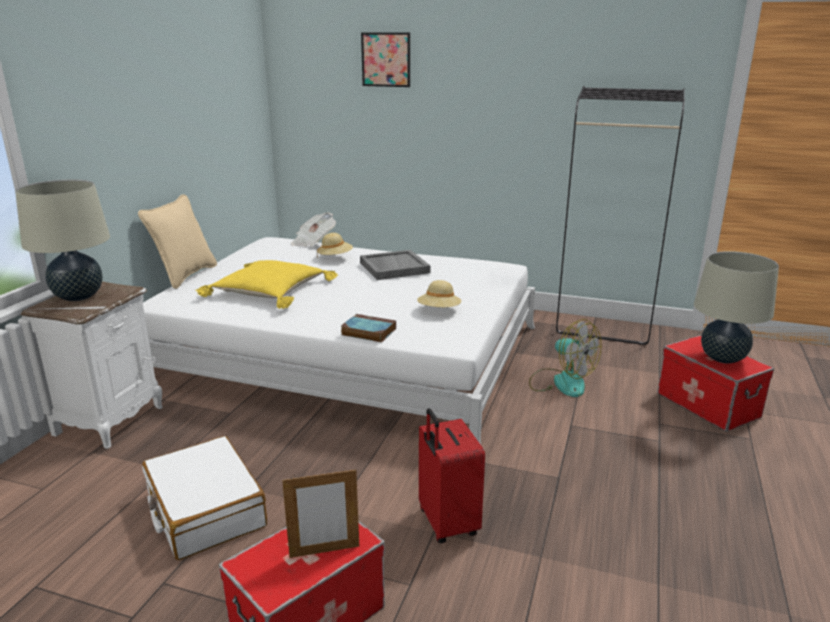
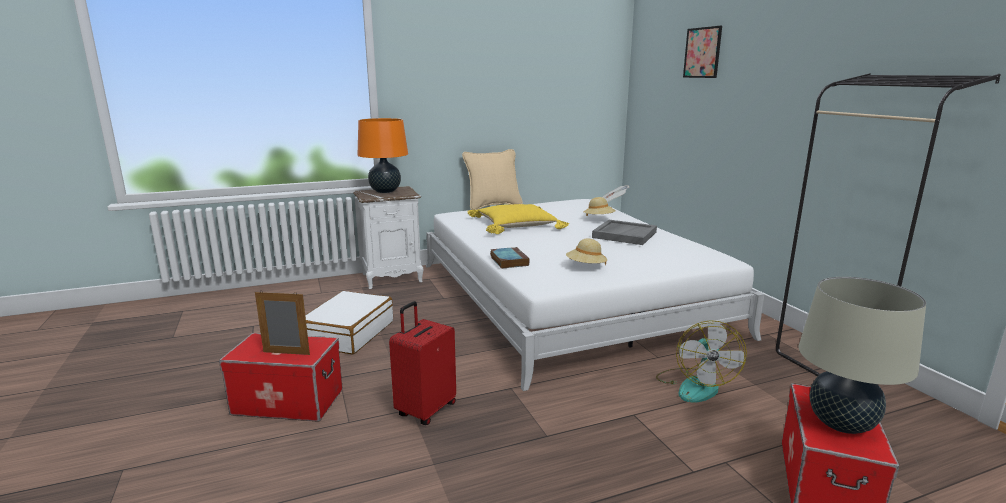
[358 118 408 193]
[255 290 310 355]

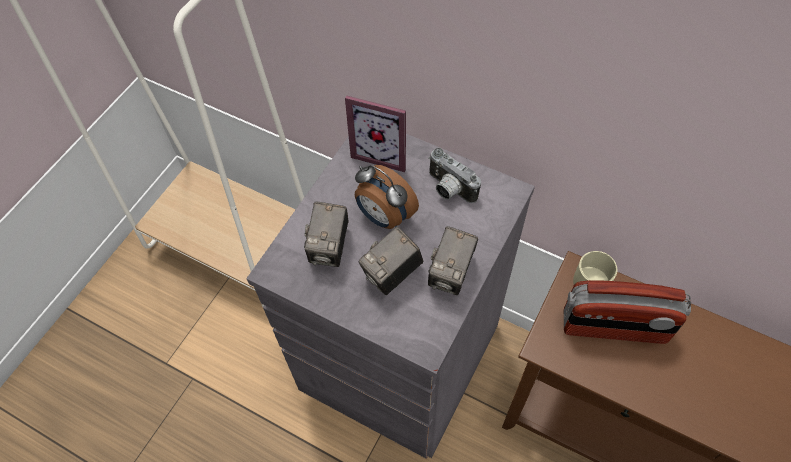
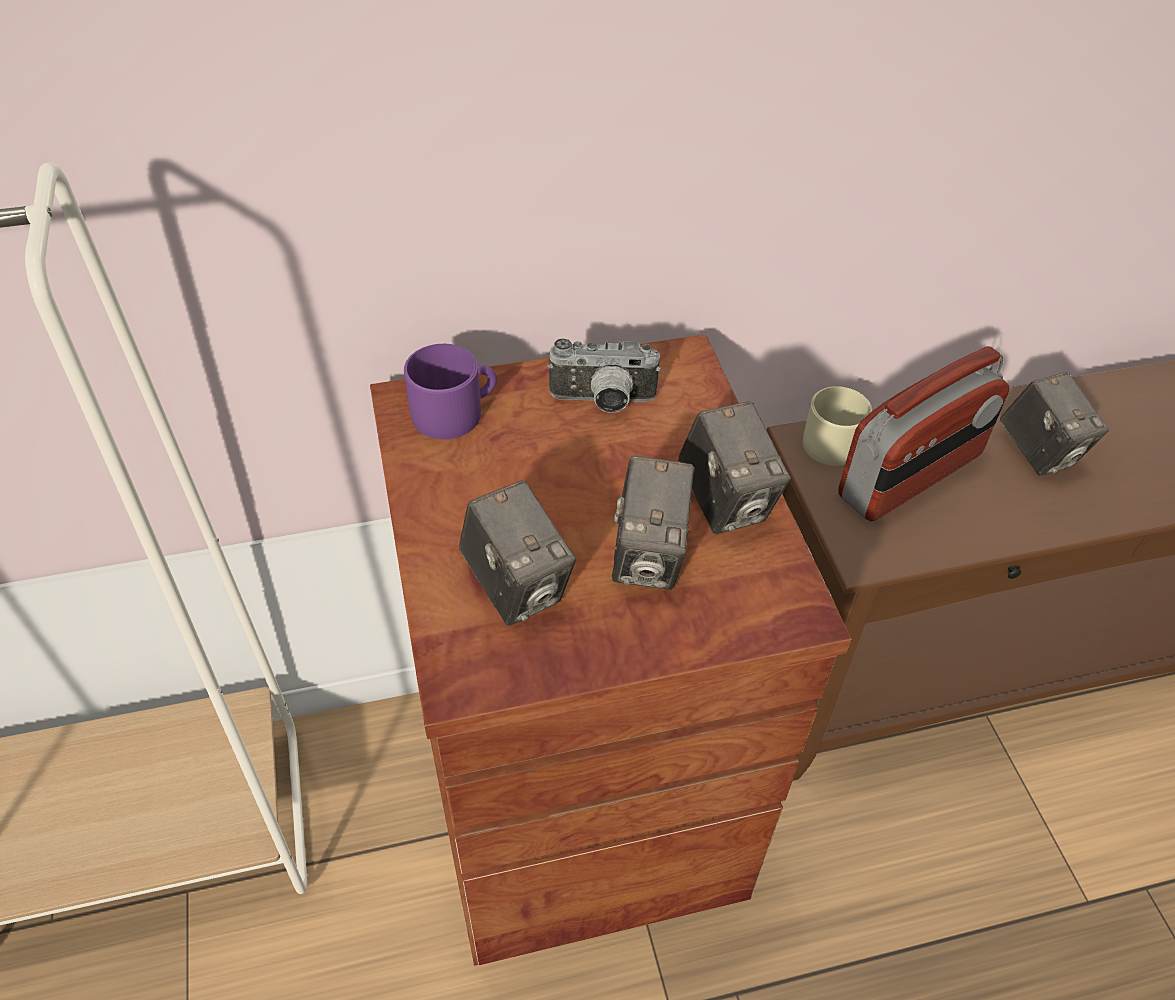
[370 334 852 966]
[404 344 497 439]
[355 165 419 229] (first image)
[1000 372 1109 476]

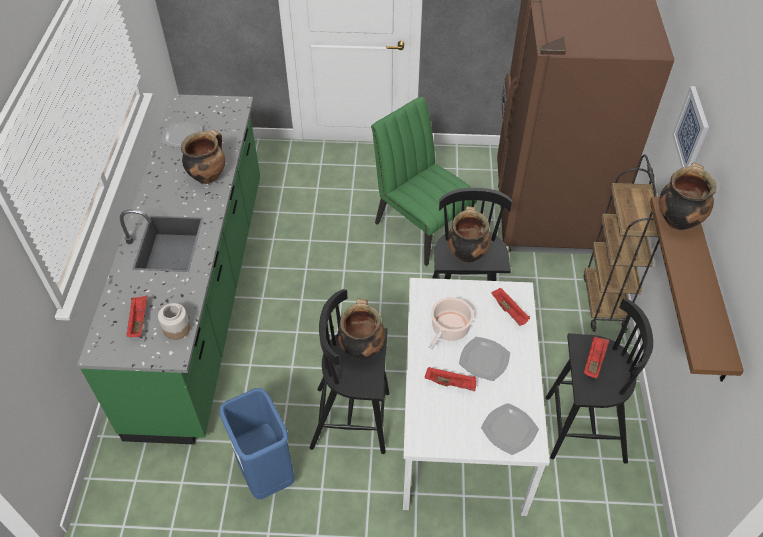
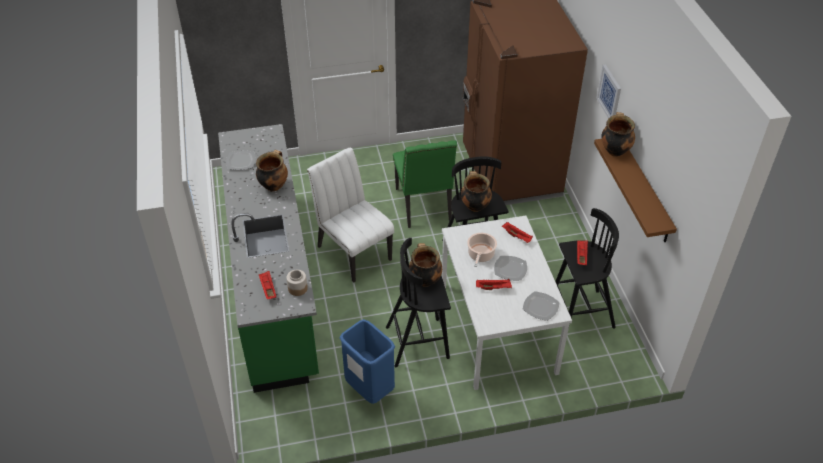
[393 140 457 228]
[583 154 659 333] (first image)
[307 148 394 283]

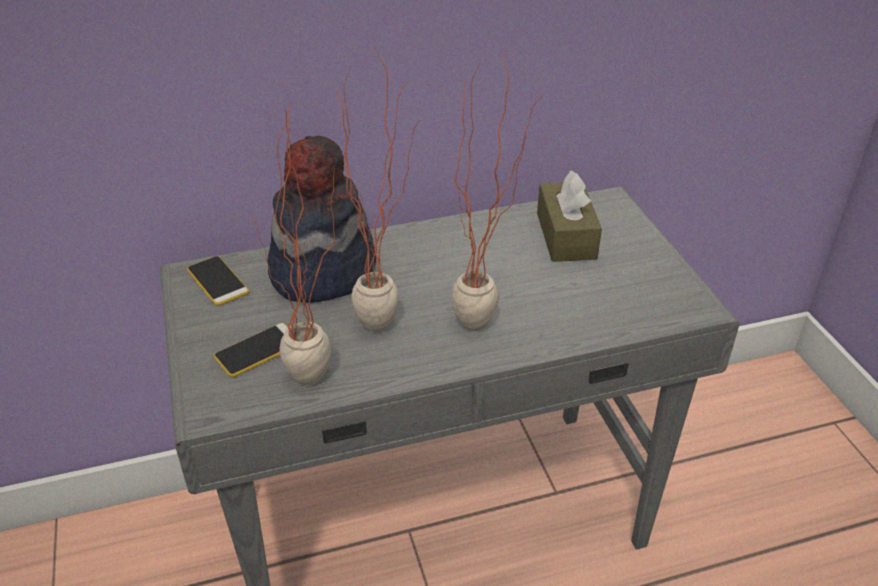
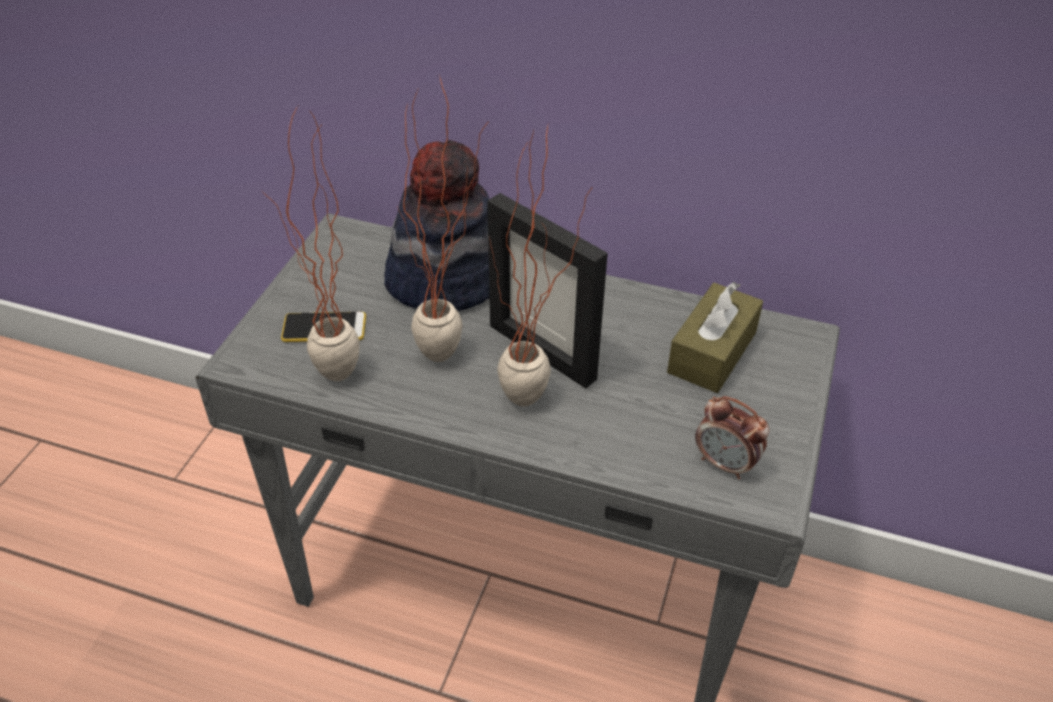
[187 256 249 306] (first image)
[487 193 608 388]
[695 396 769 479]

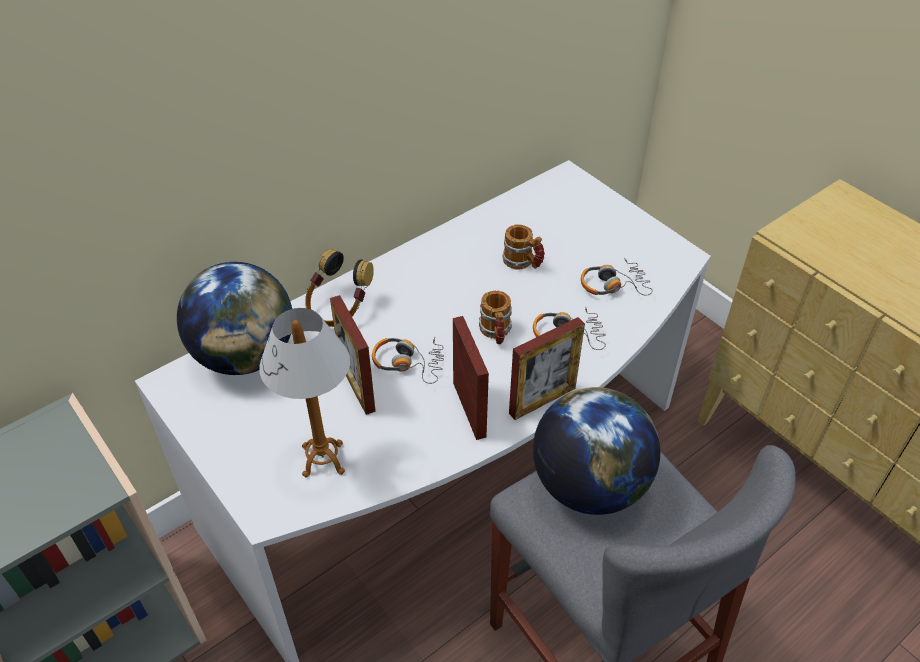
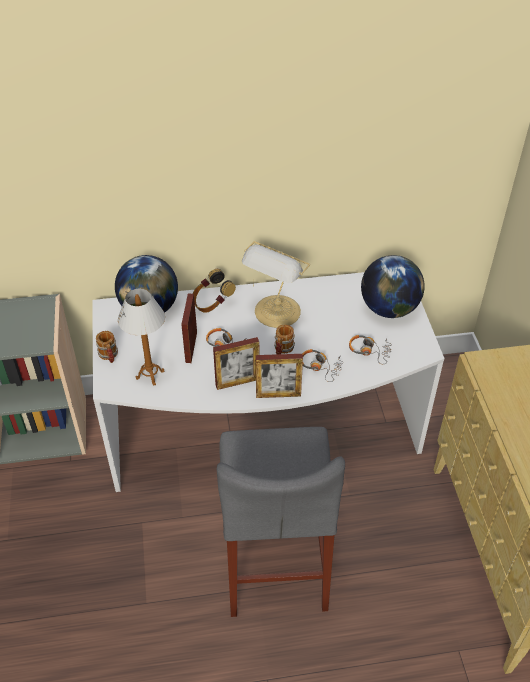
[213 337 259 390]
[96 331 118 363]
[361 255 425 318]
[242 241 310 328]

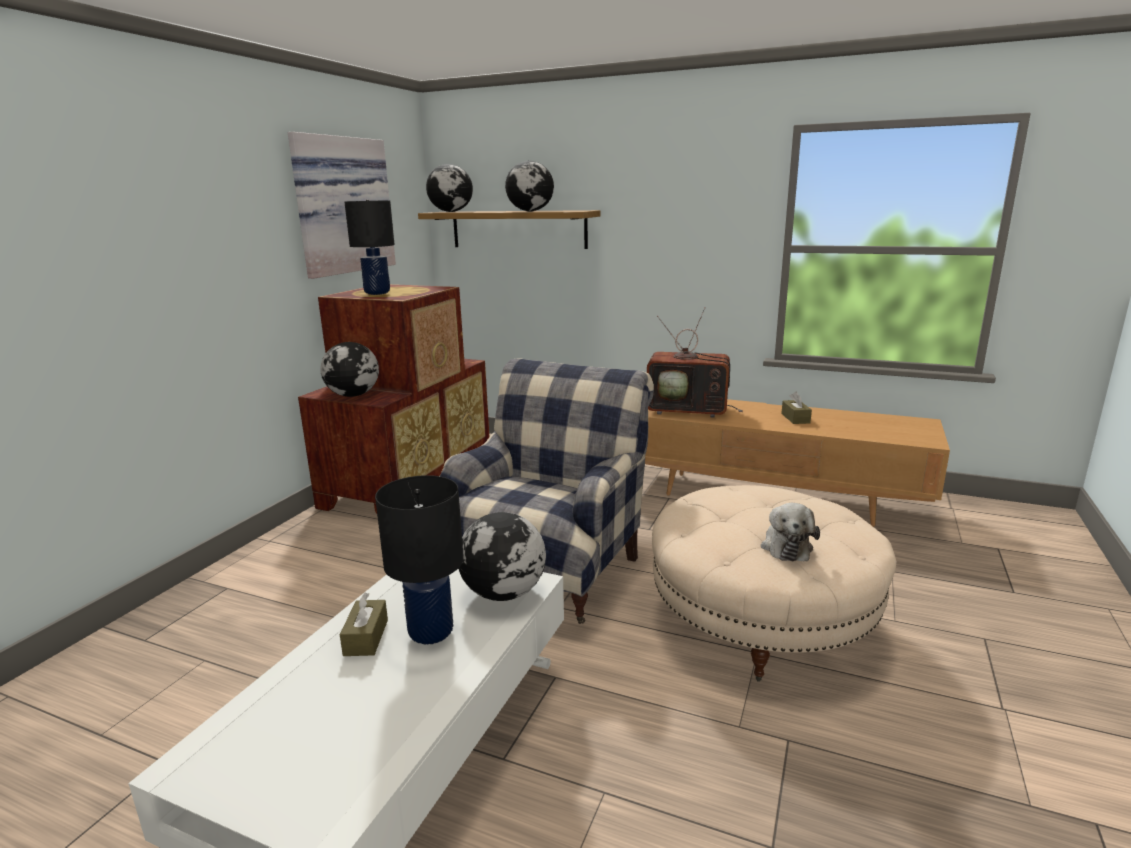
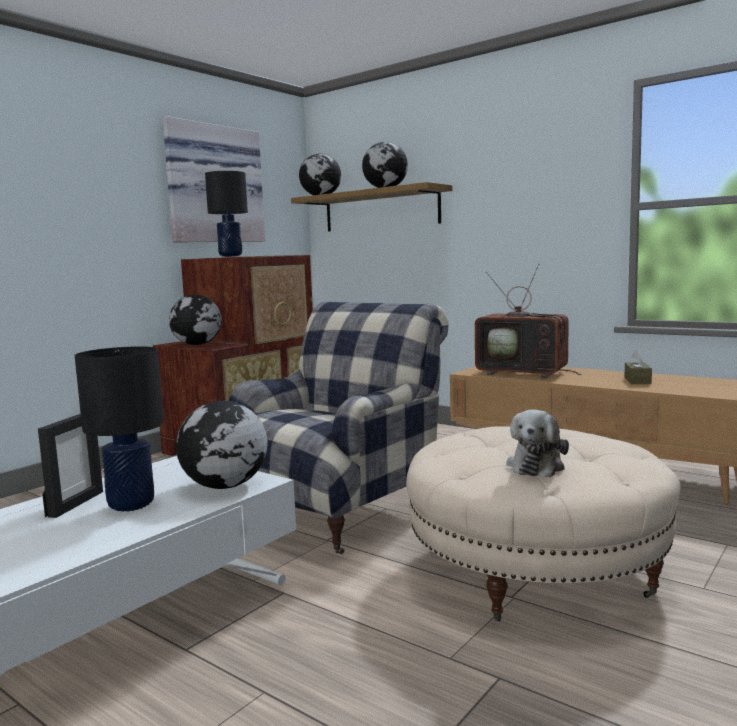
[38 414 103 518]

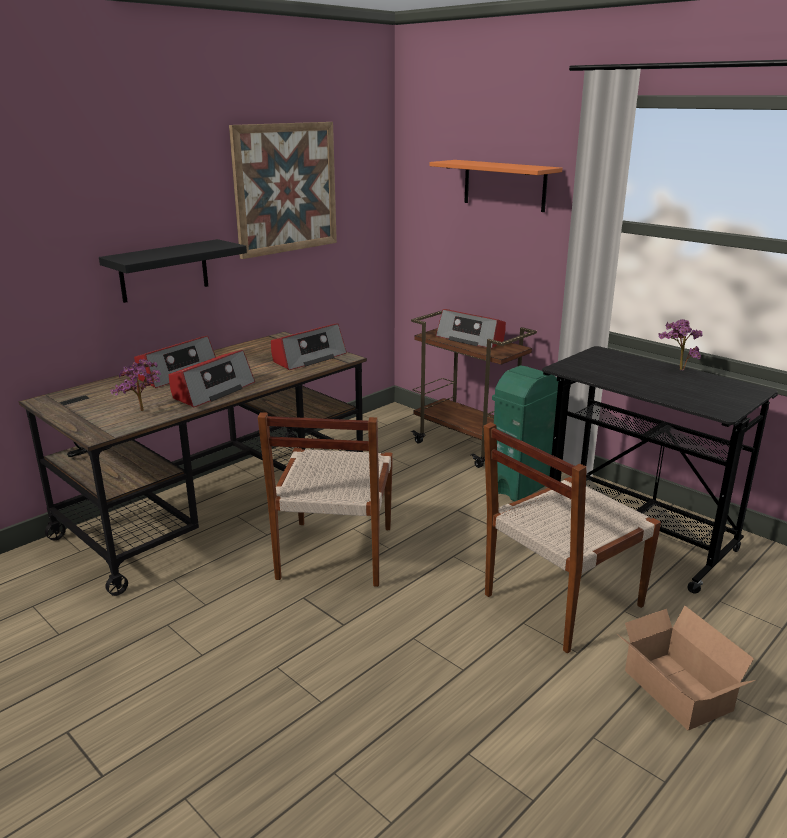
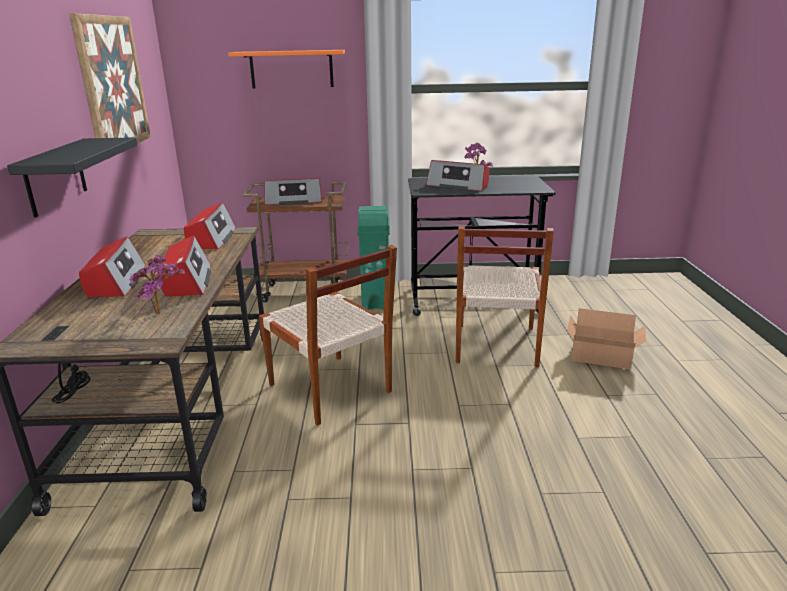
[426 160 489 191]

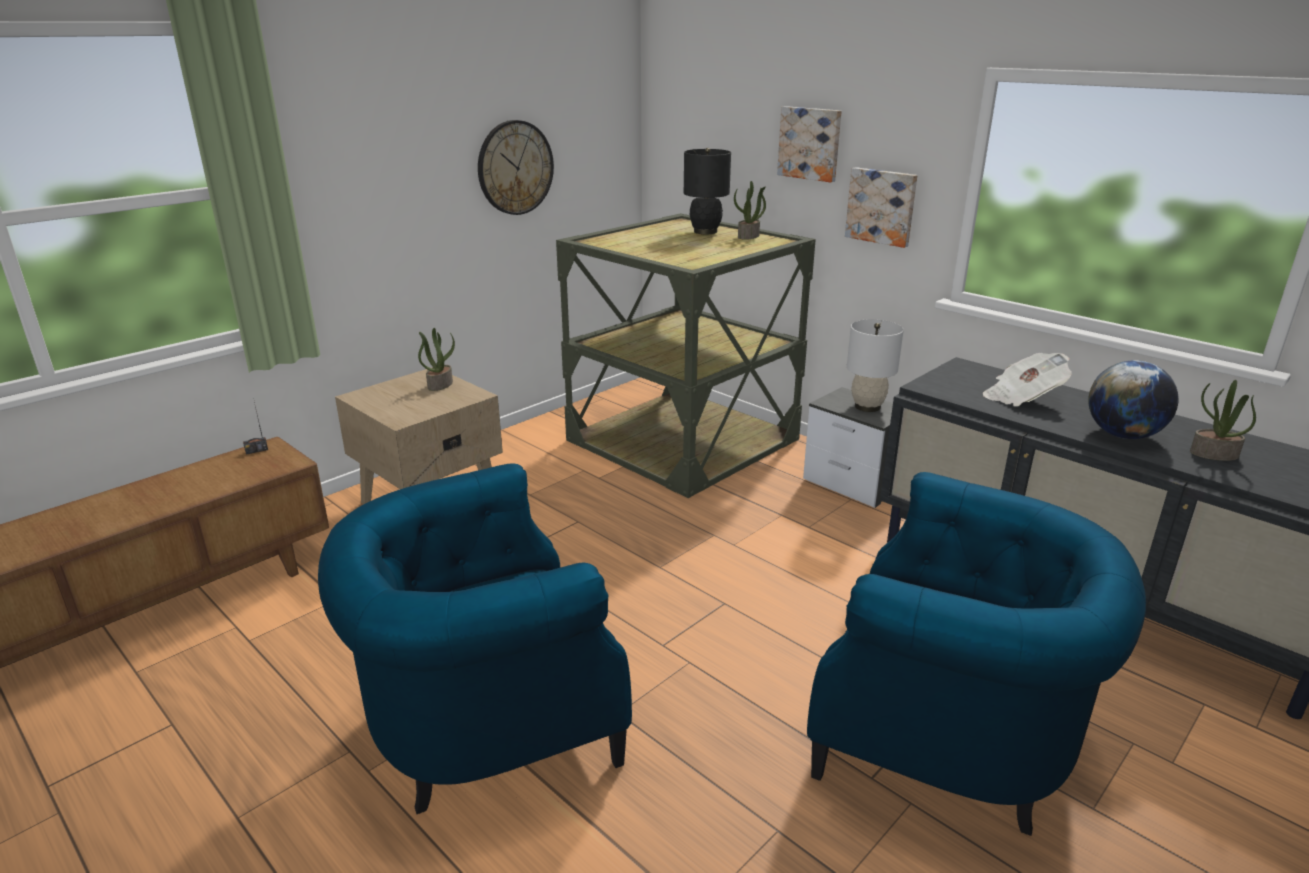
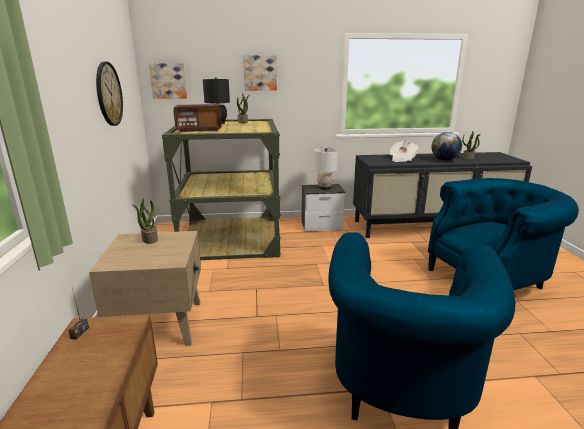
[149 63 187 99]
[173 104 222 132]

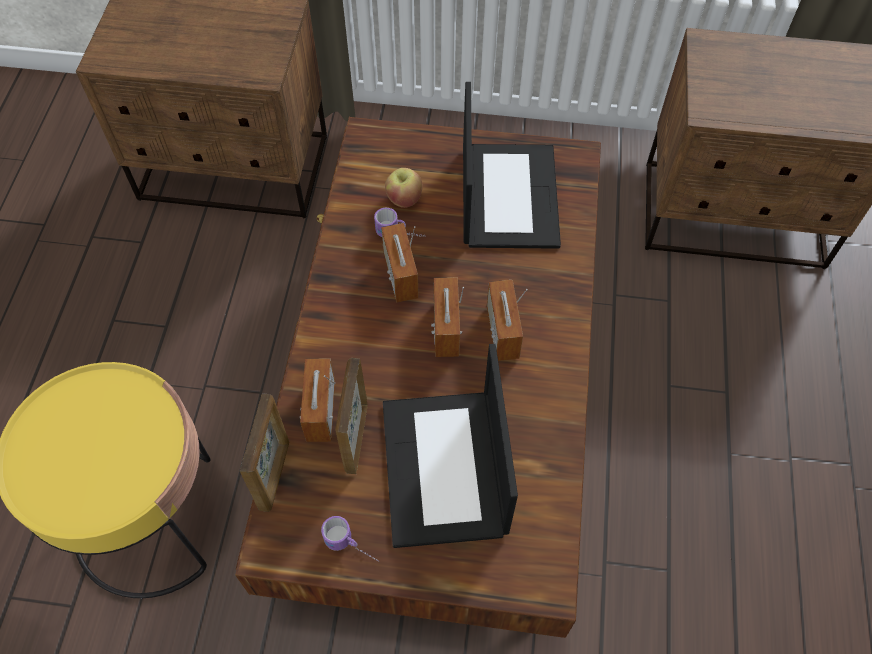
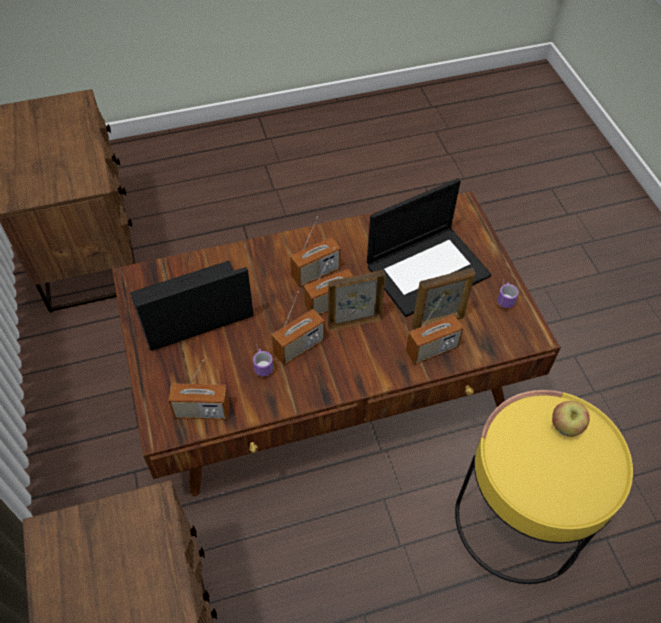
[328 270 386 331]
[552 401 589 437]
[168 360 230 420]

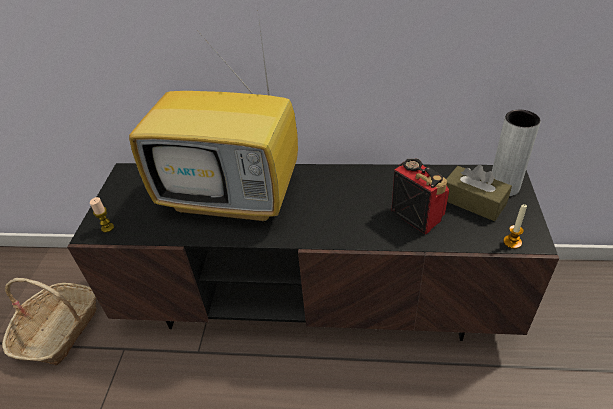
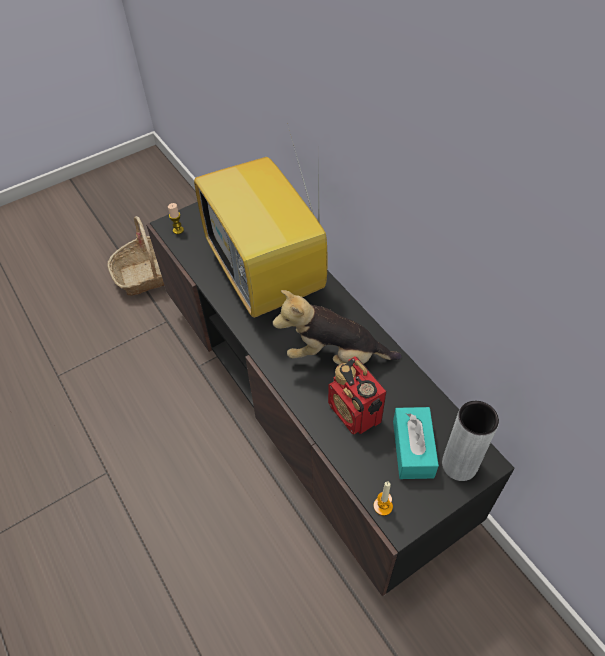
[328 356 386 434]
[393 407 439 479]
[273 290 401 364]

